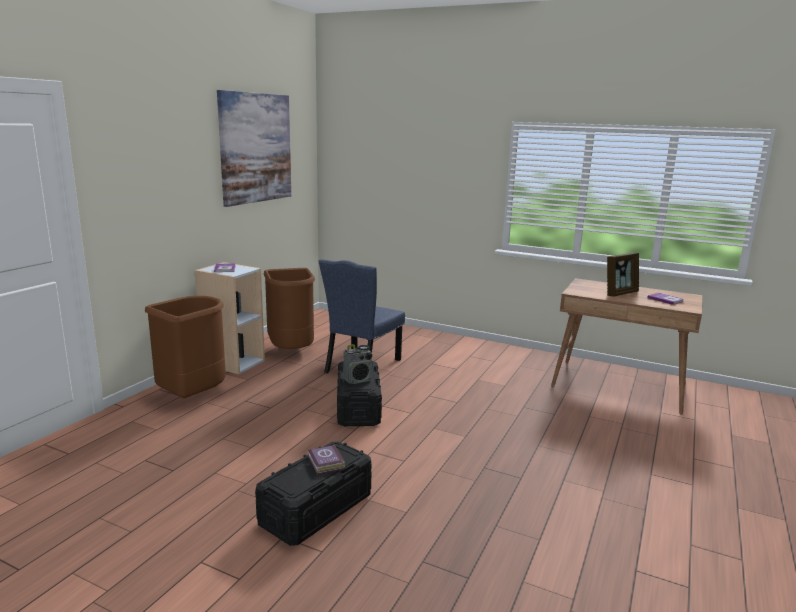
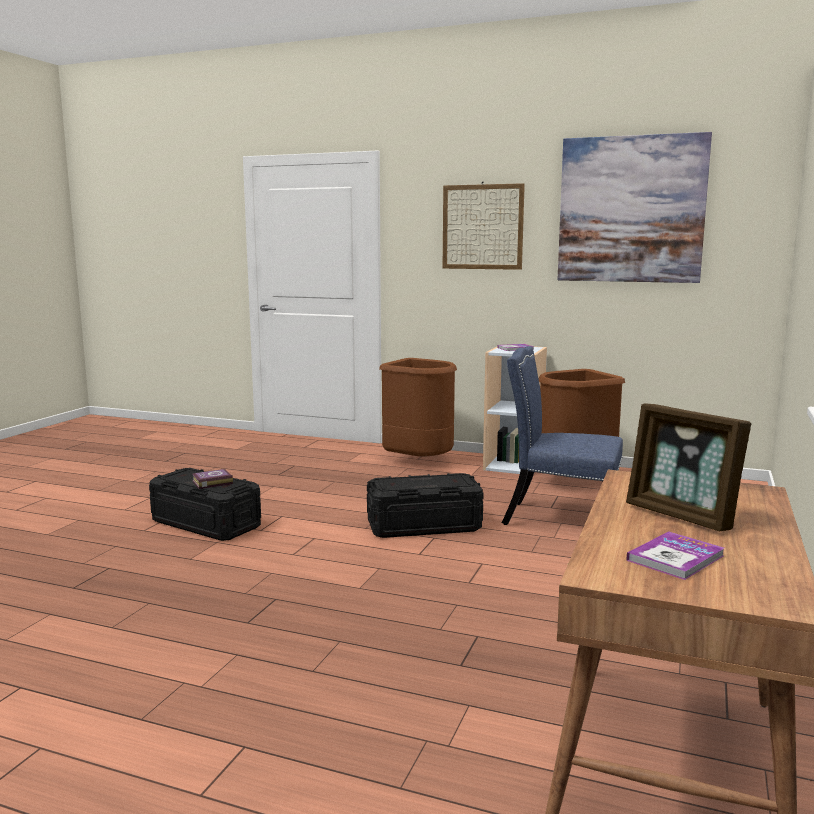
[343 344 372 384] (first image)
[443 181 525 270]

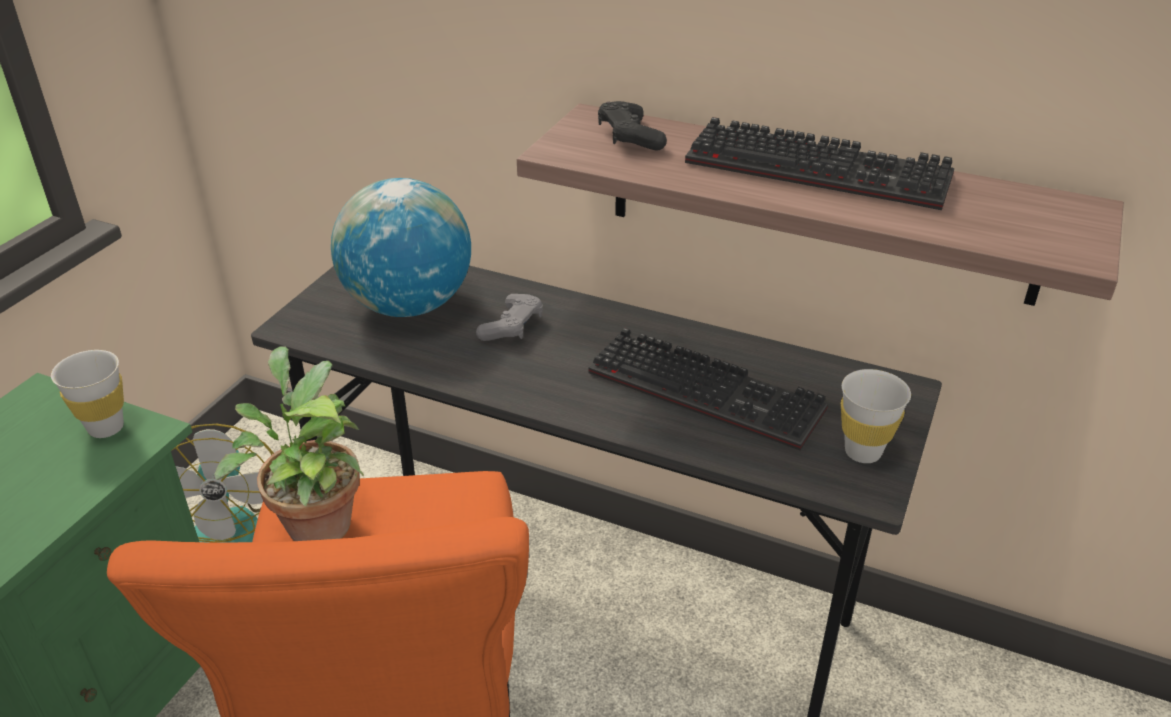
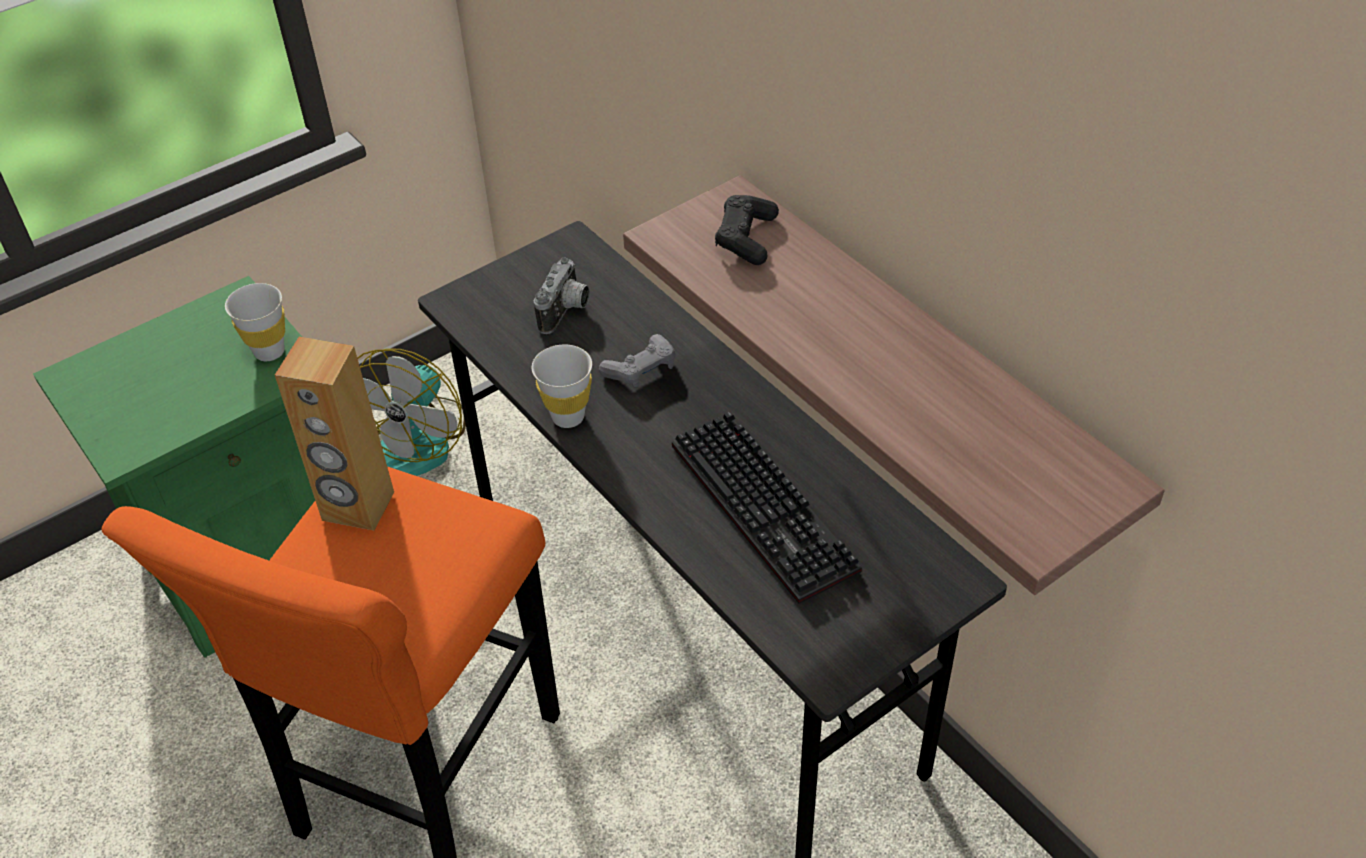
[275 337 394 530]
[533 258 590 334]
[685 117 954 210] (first image)
[532 345 592 428]

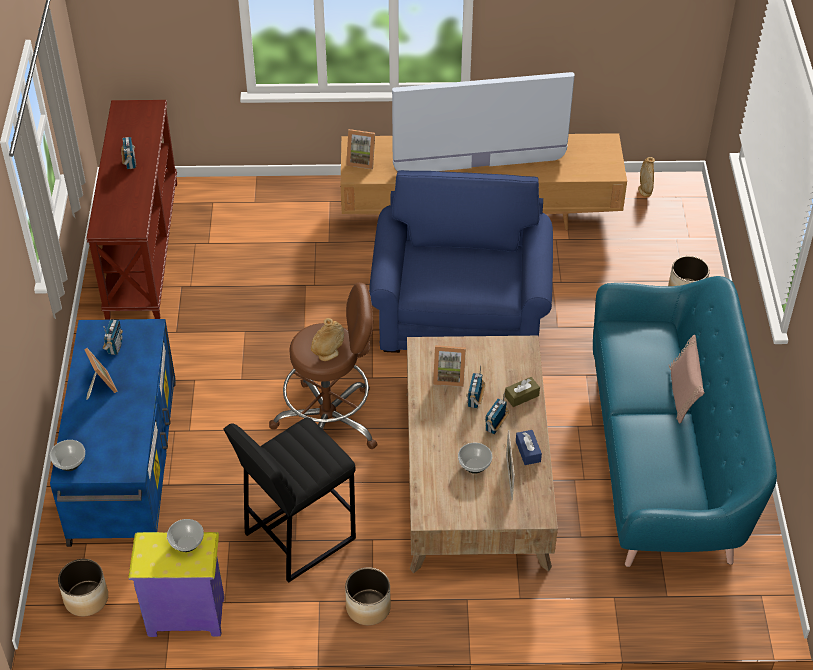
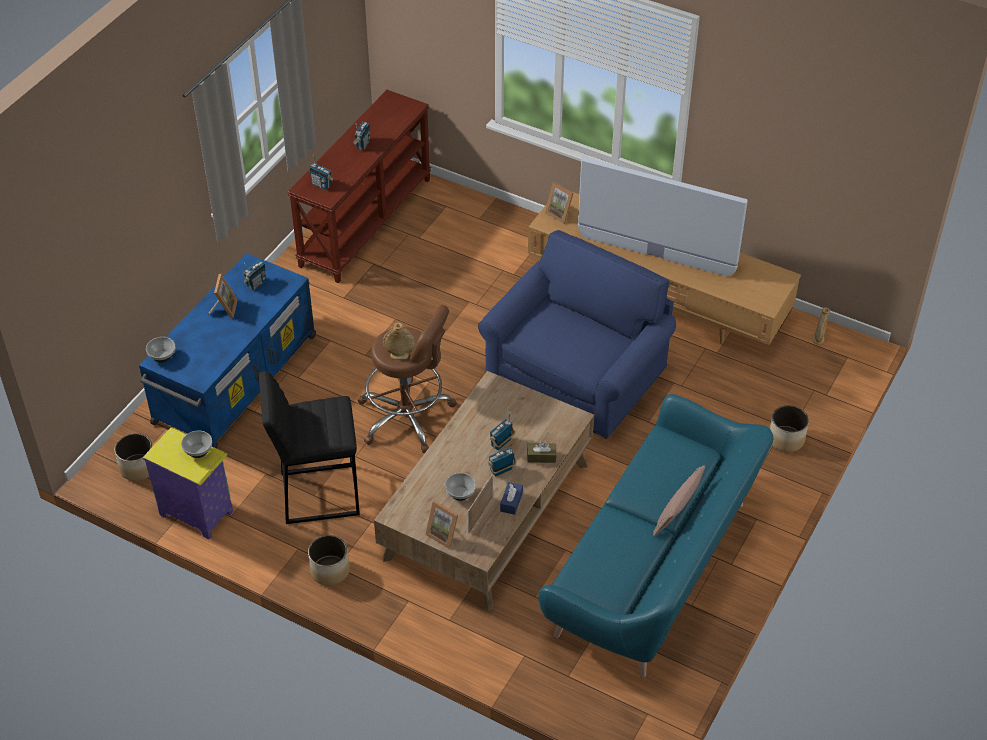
[425 501 458 549]
[309 155 334 190]

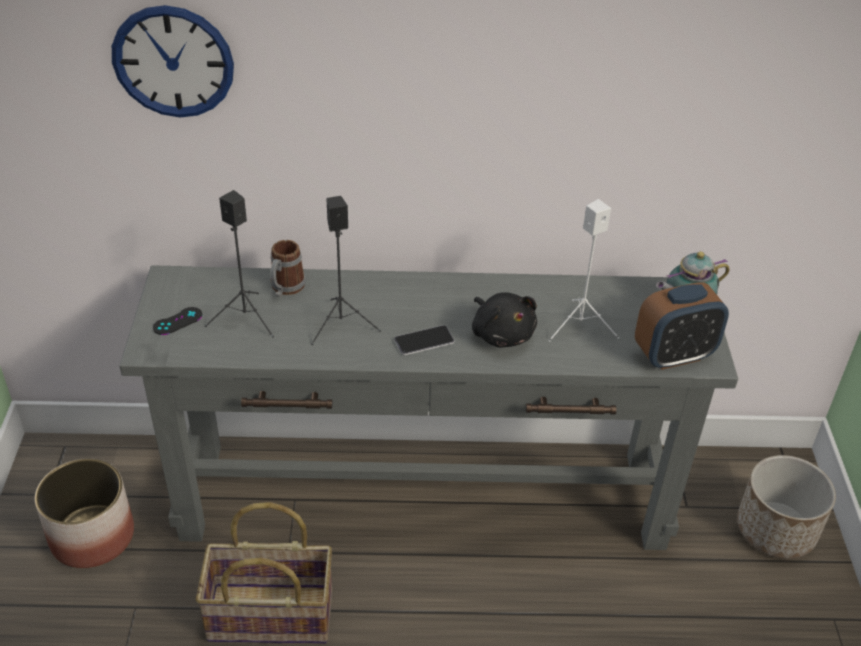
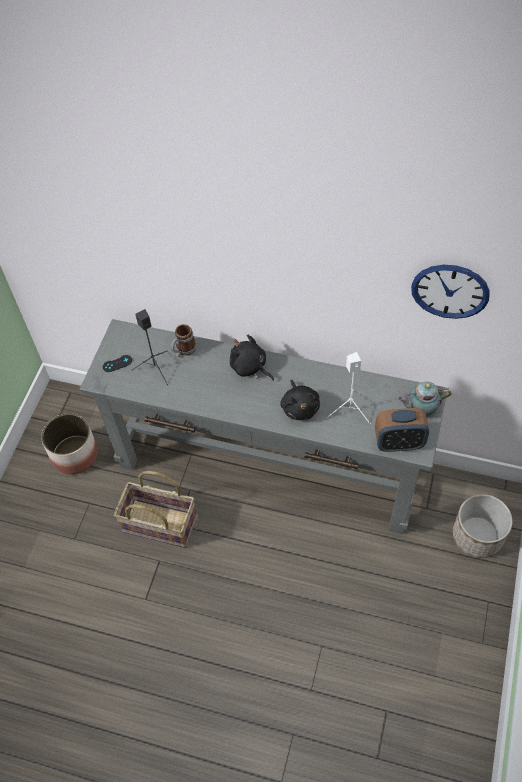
[411 265 490 319]
[311 196 381 345] (first image)
[394 325 455 356] (first image)
[230 334 274 381]

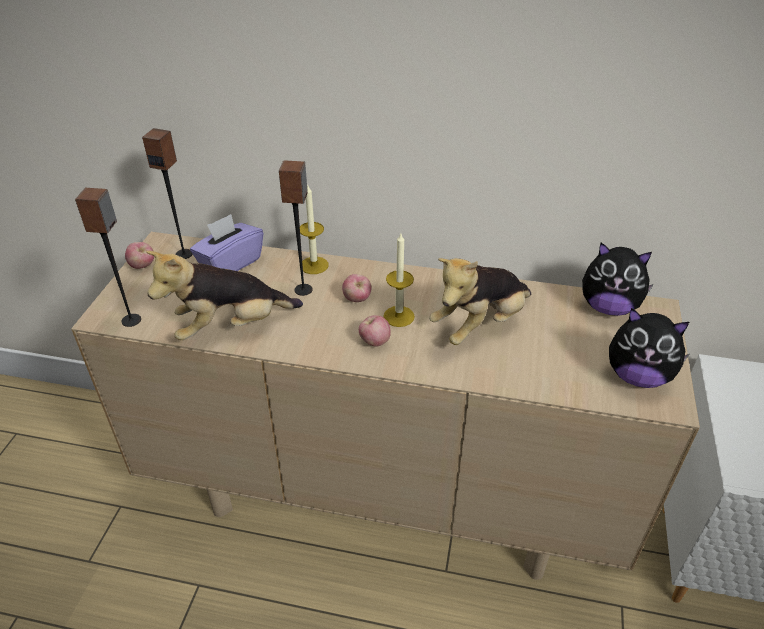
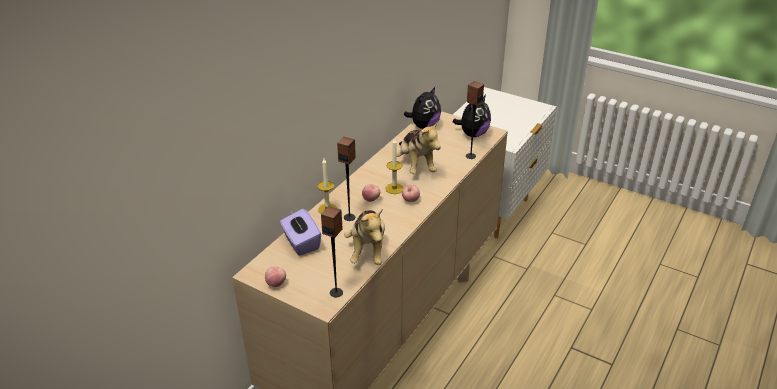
[466 81 484 159]

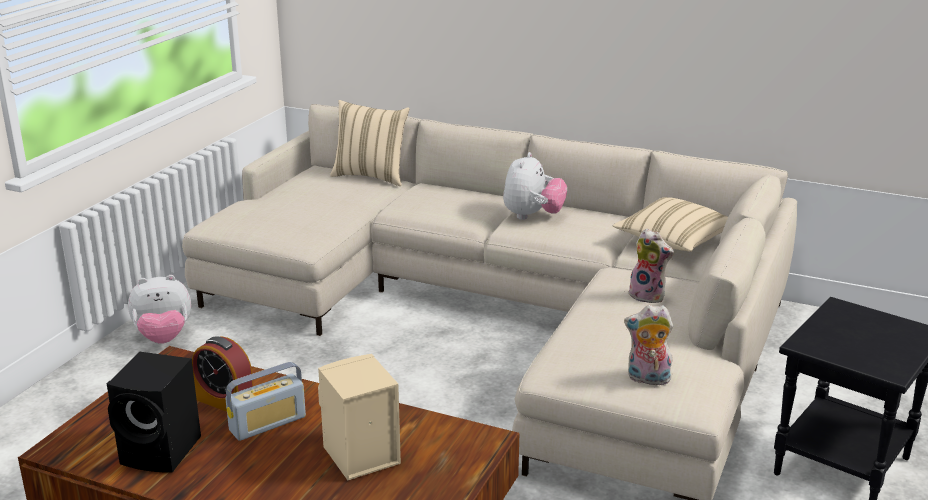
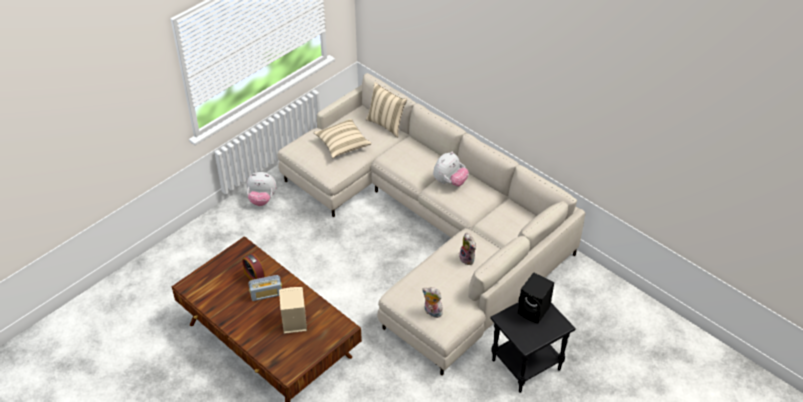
[518 272 554 323]
[314 119 372 158]

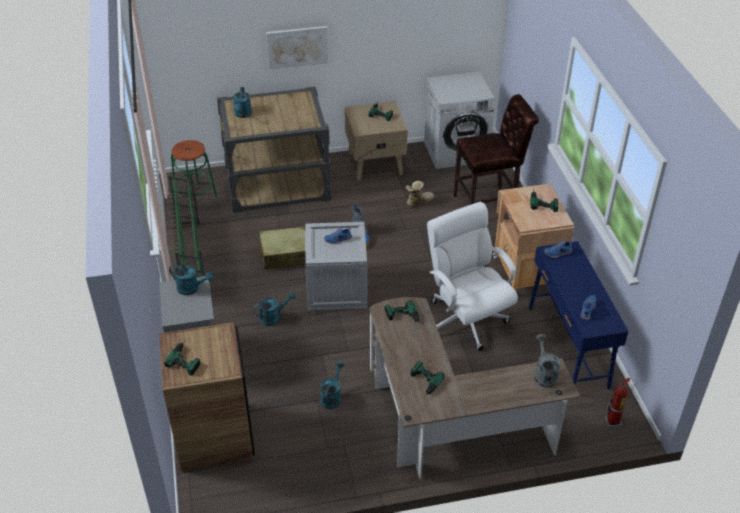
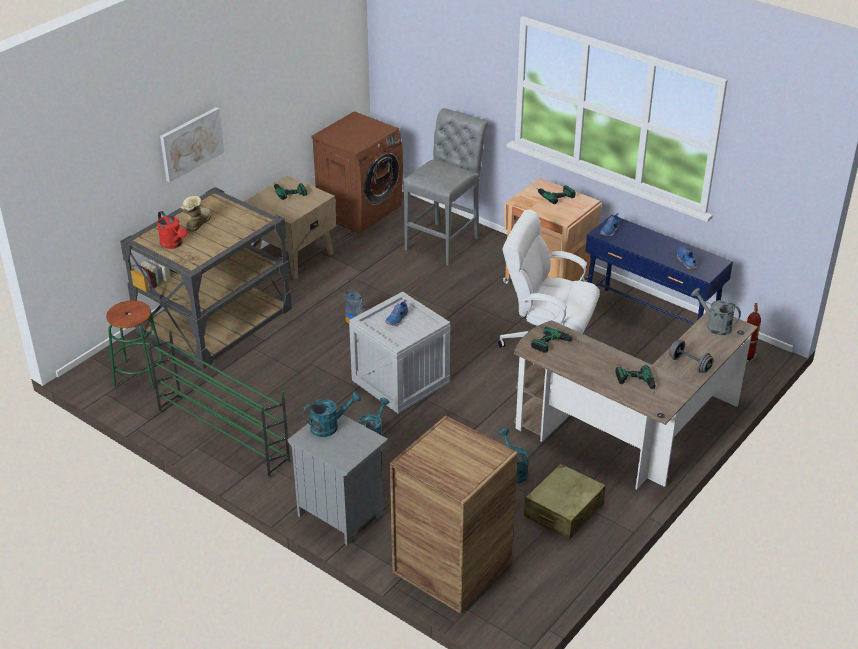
[164 339 200 376] (first image)
[157 211 187 249]
[524 463 606 540]
[180 196 212 231]
[312 111 403 233]
[403 108 488 266]
[669 340 713 373]

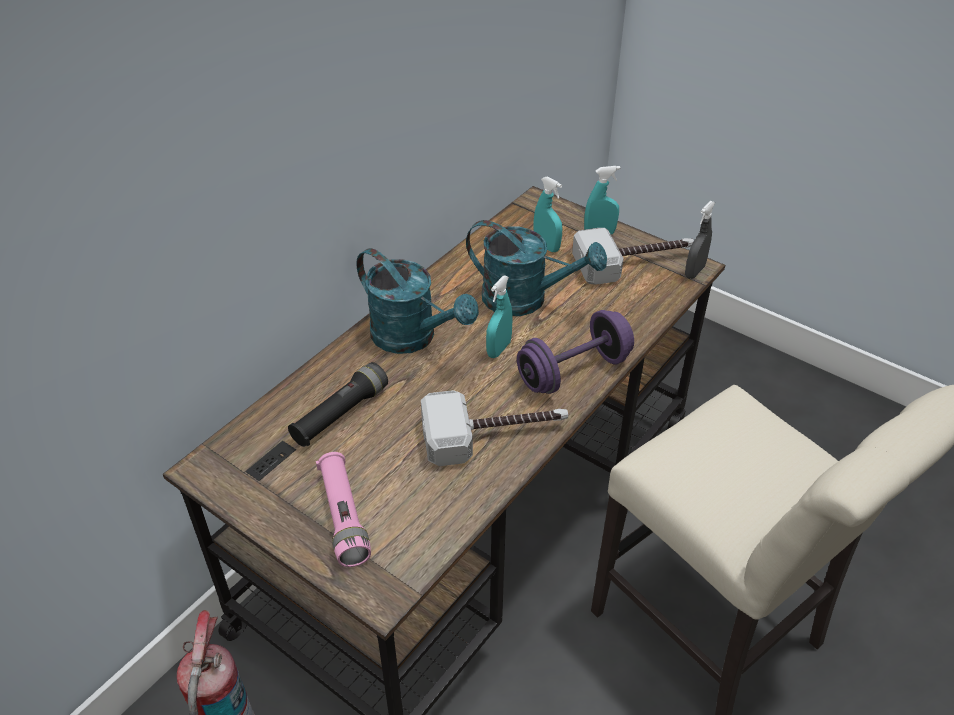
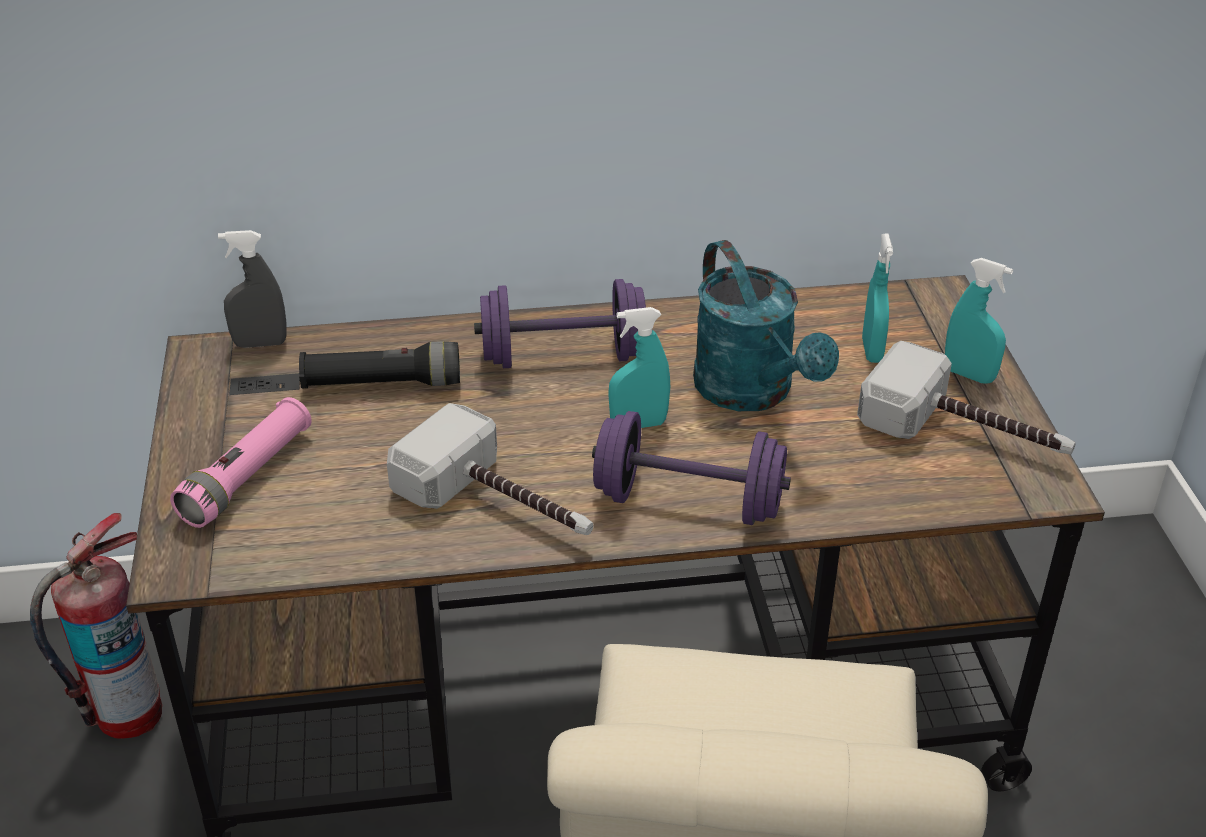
[474 279 646 368]
[218 230 287 348]

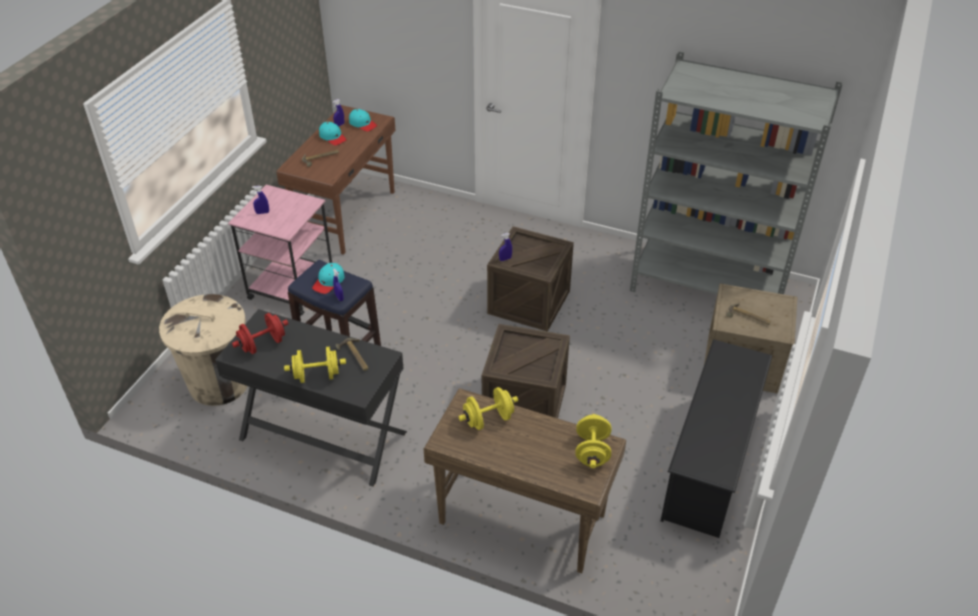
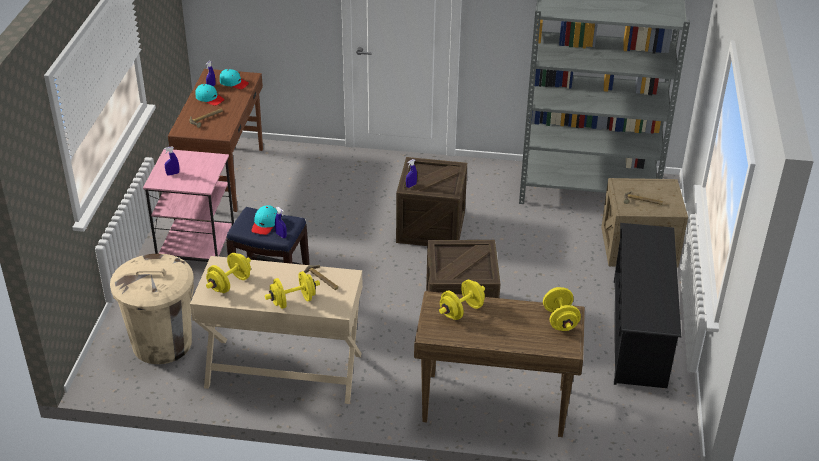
[190 256 363 404]
[206 253 251 293]

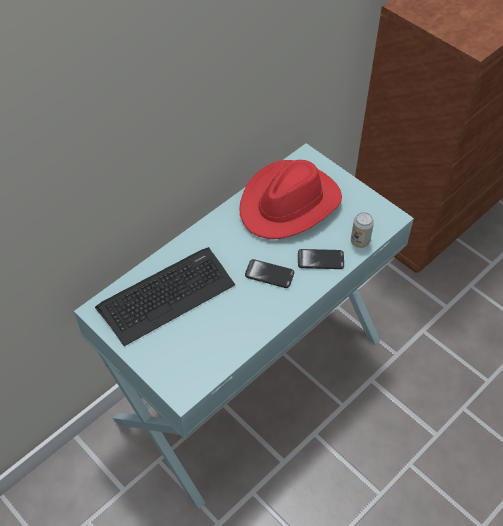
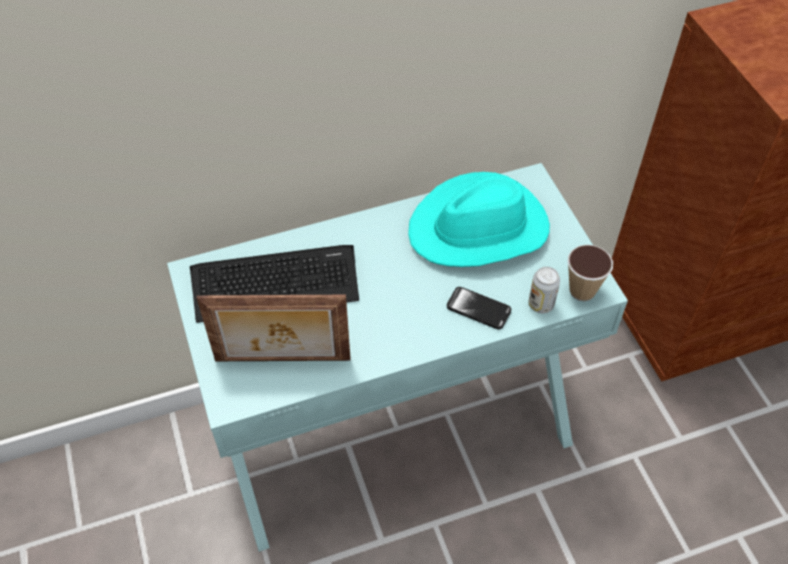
[408 172 550 267]
[245 259 294 288] (first image)
[197 295 351 361]
[568 245 613 301]

